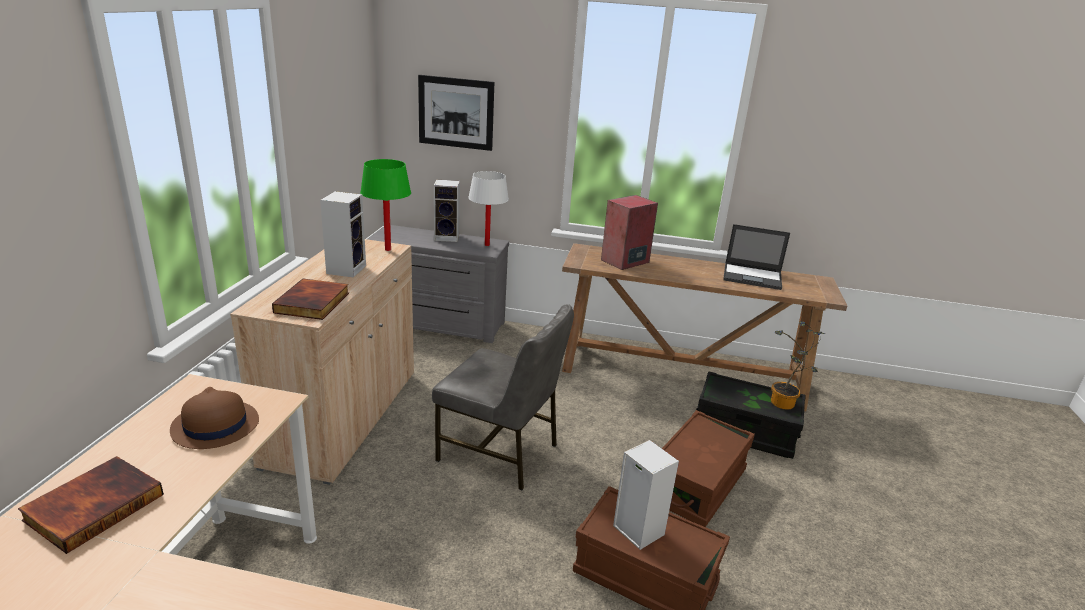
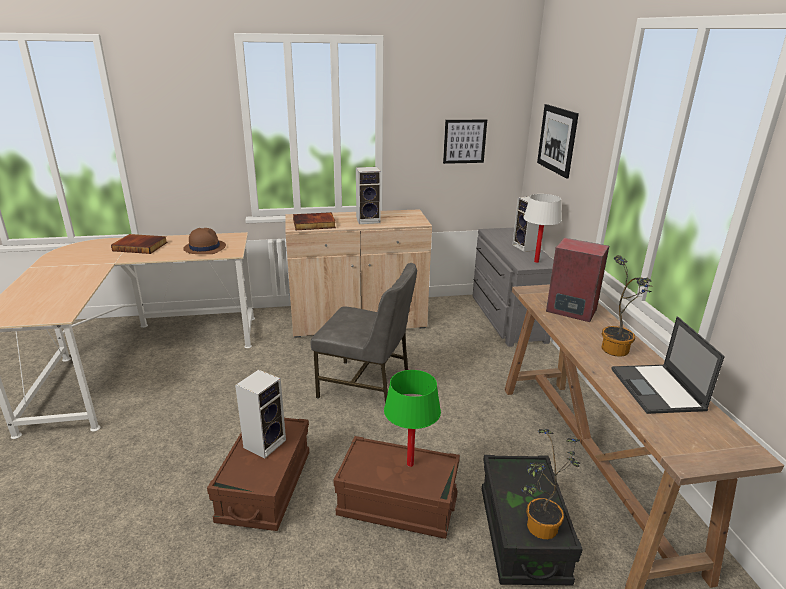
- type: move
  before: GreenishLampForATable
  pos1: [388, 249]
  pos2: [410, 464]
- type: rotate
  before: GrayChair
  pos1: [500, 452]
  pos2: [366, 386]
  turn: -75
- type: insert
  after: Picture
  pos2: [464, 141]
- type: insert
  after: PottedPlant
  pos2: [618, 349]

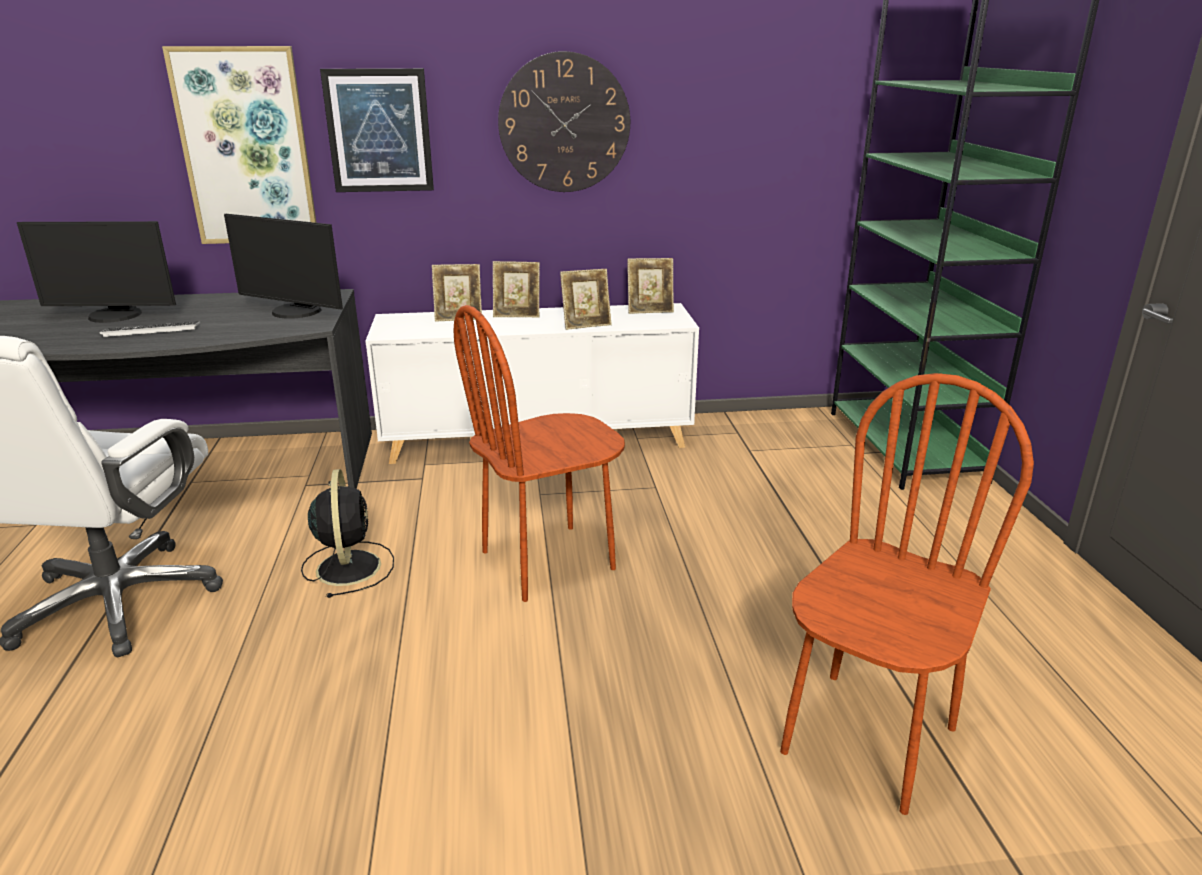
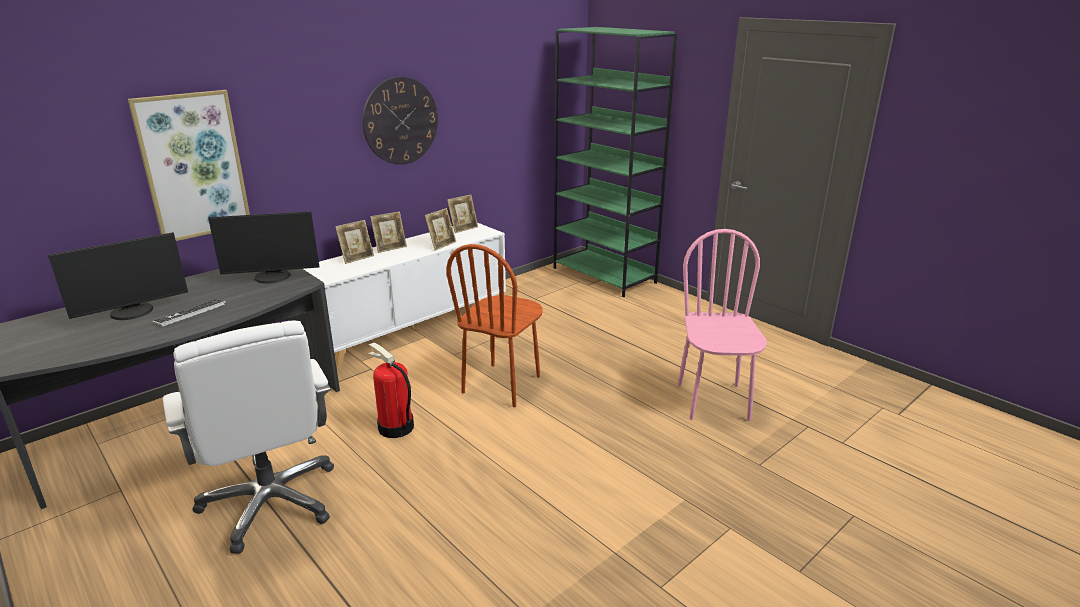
- type: replace
  before: BlackElectricFan
  after: Extinguisher
  pos1: [348, 566]
  pos2: [395, 427]
- type: delete
  before: Picture
  pos1: [379, 131]
- type: recolor
  before: BrownColouredChair
  after: PinkChair
  pos1: [867, 739]
  pos2: [713, 402]

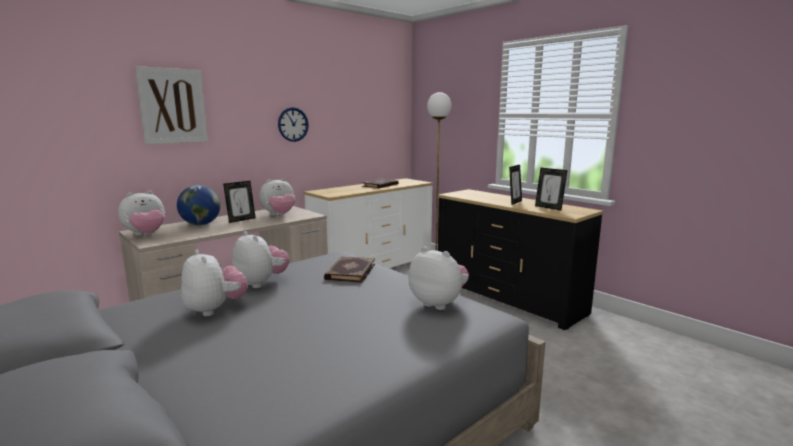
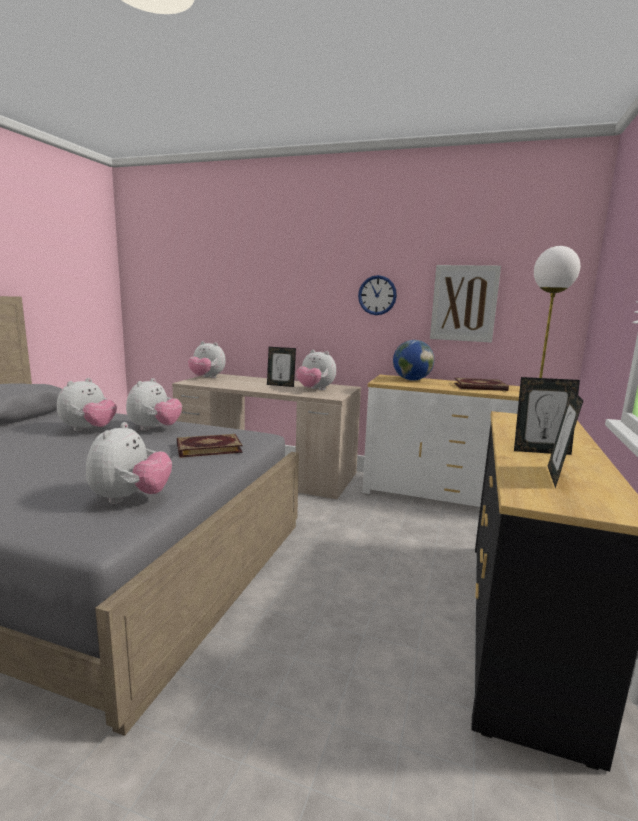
- type: move
  before: Picture
  pos1: [173, 106]
  pos2: [464, 303]
- type: move
  before: DeskGlobe
  pos1: [201, 224]
  pos2: [411, 380]

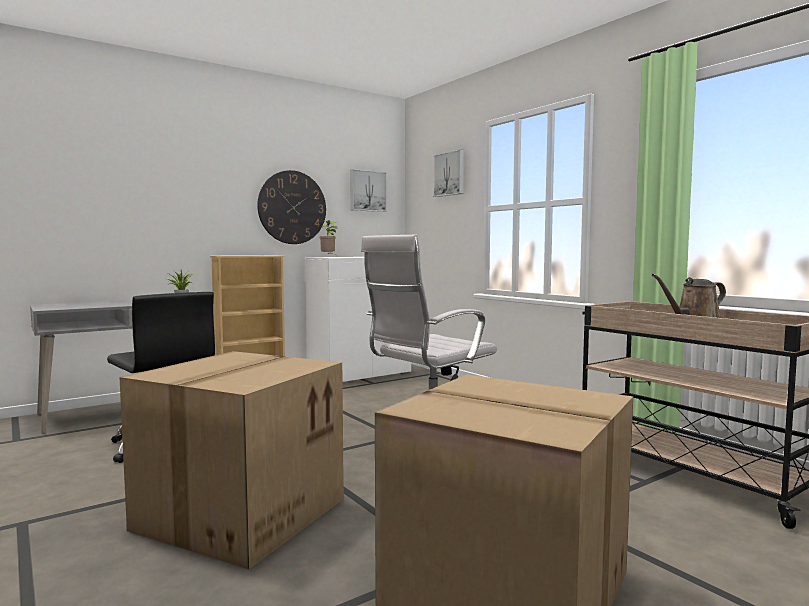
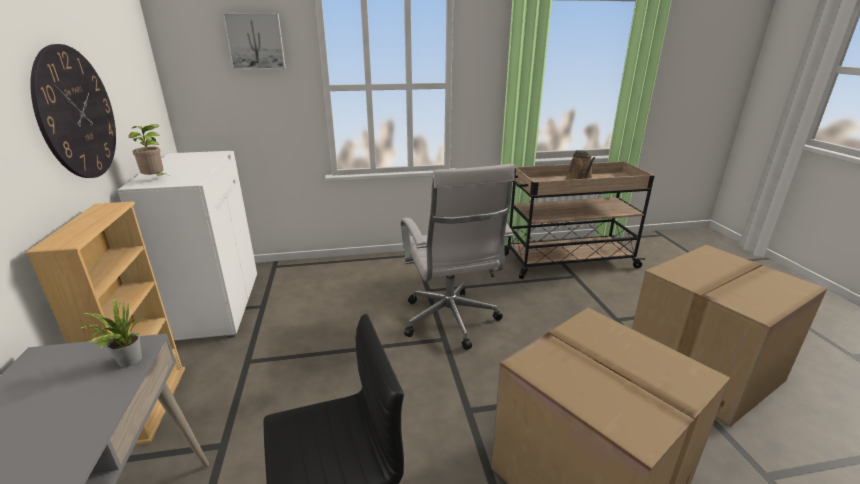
- type: delete
  before: Picture
  pos1: [367, 191]

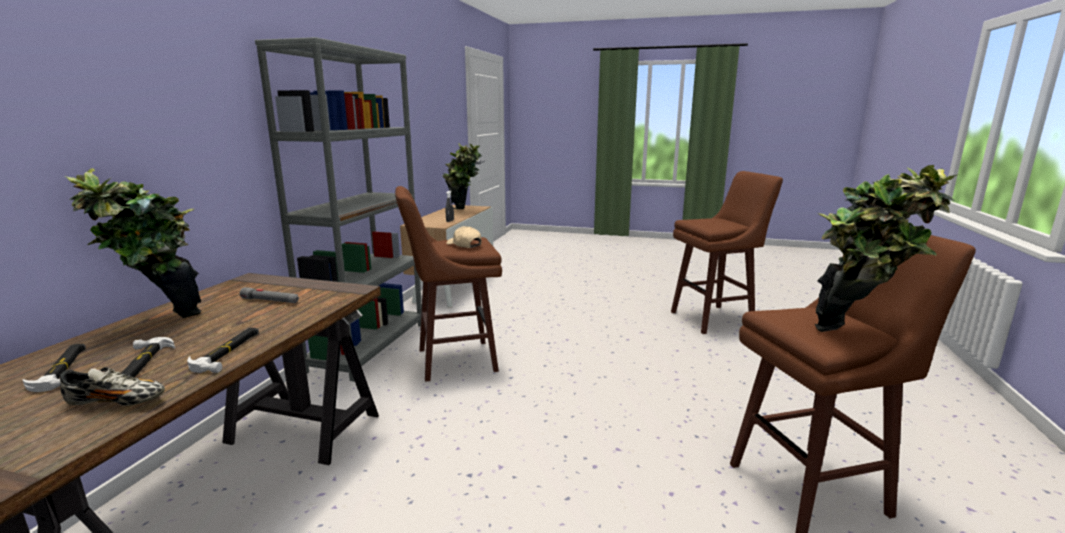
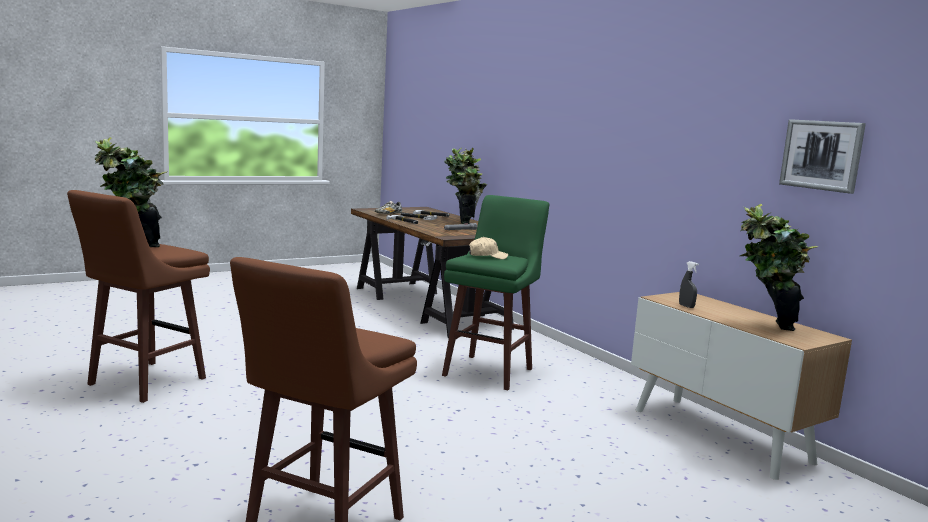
- type: delete
  before: GrayBookcase
  pos1: [369, 346]
- type: recolor
  before: BrownColouredSittingStool
  after: GreenishSittingStool
  pos1: [454, 360]
  pos2: [490, 371]
- type: insert
  after: Picture
  pos2: [821, 155]

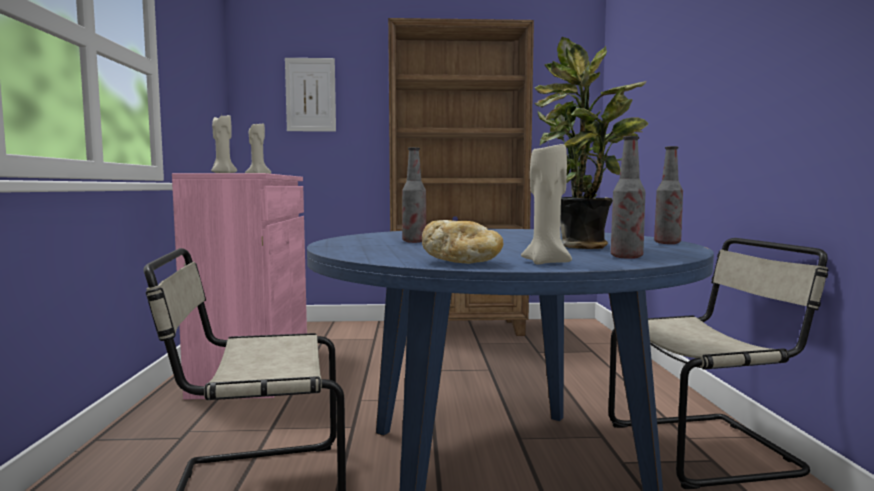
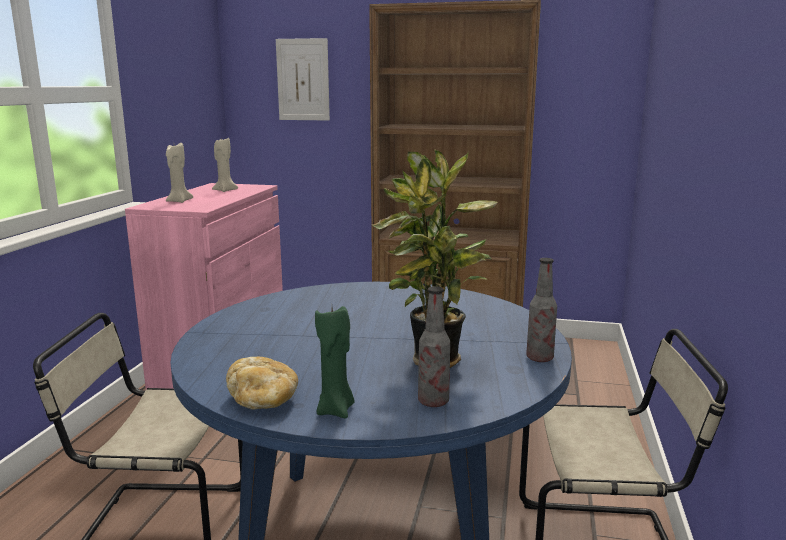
- type: delete
  before: Bottle
  pos1: [414, 241]
- type: recolor
  before: SandColouredWaxCandle
  after: GreenishWaxCandle
  pos1: [547, 262]
  pos2: [336, 410]

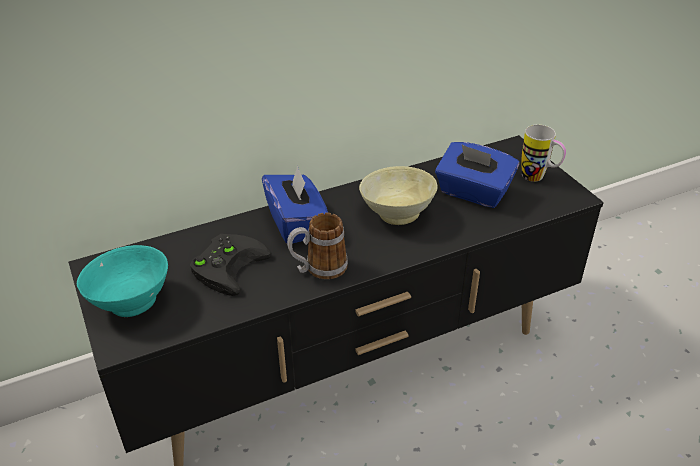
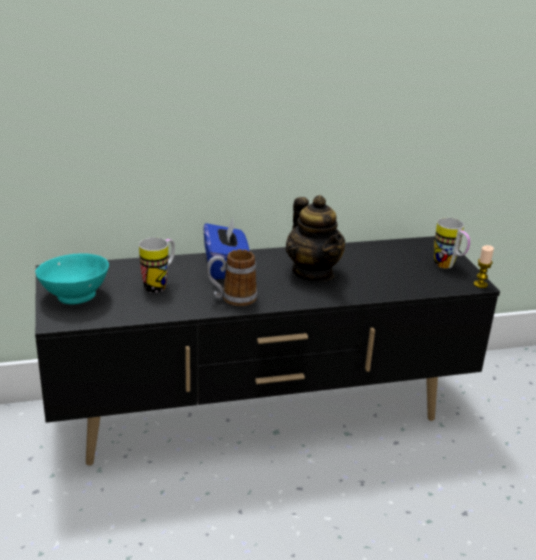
- type: replace
  before: BlackJoypad
  after: Mug
  pos1: [228, 265]
  pos2: [160, 285]
- type: replace
  before: SandColouredDeepDish
  after: Teapot
  pos1: [397, 213]
  pos2: [313, 272]
- type: delete
  before: BluishTissueHolder
  pos1: [473, 193]
- type: insert
  after: WaxCandle
  pos2: [480, 284]

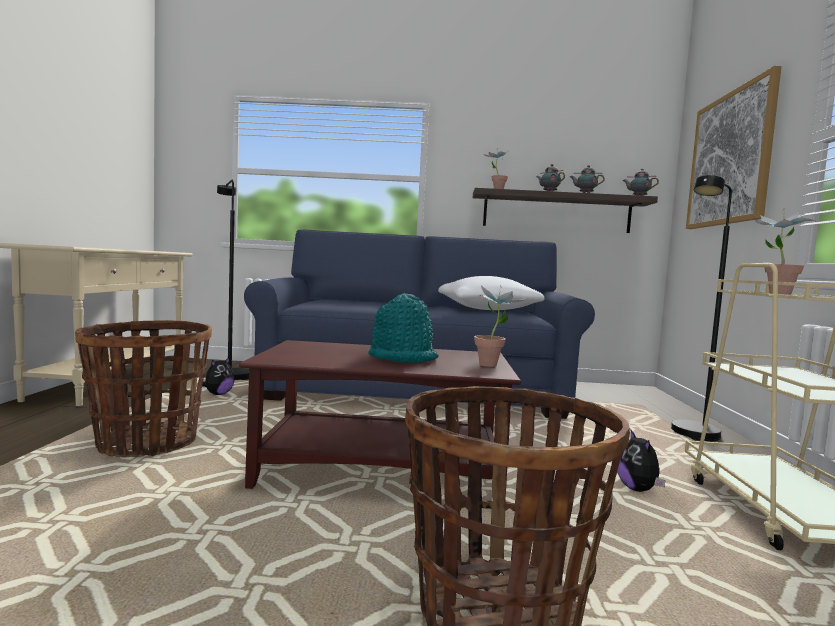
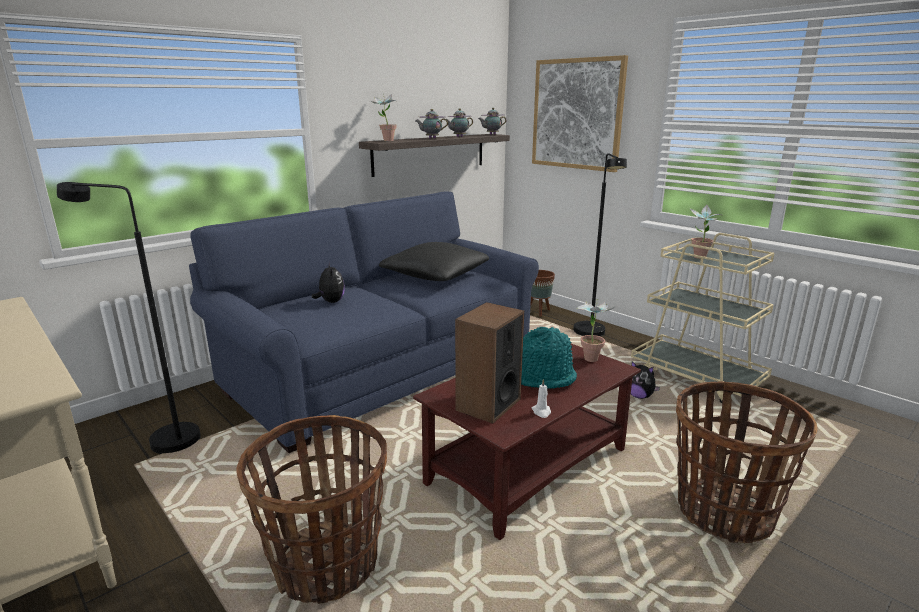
- type: move
  before: CuddlyToy
  pos1: [218, 394]
  pos2: [330, 302]
- type: recolor
  before: WhiteColouredCushion
  after: BlackCushion
  pos1: [487, 309]
  pos2: [435, 276]
- type: insert
  after: AudioSpeaker
  pos2: [488, 404]
- type: insert
  after: BrownColouredPlantPot
  pos2: [539, 312]
- type: insert
  after: WhiteColouredWaxCandle
  pos2: [541, 412]

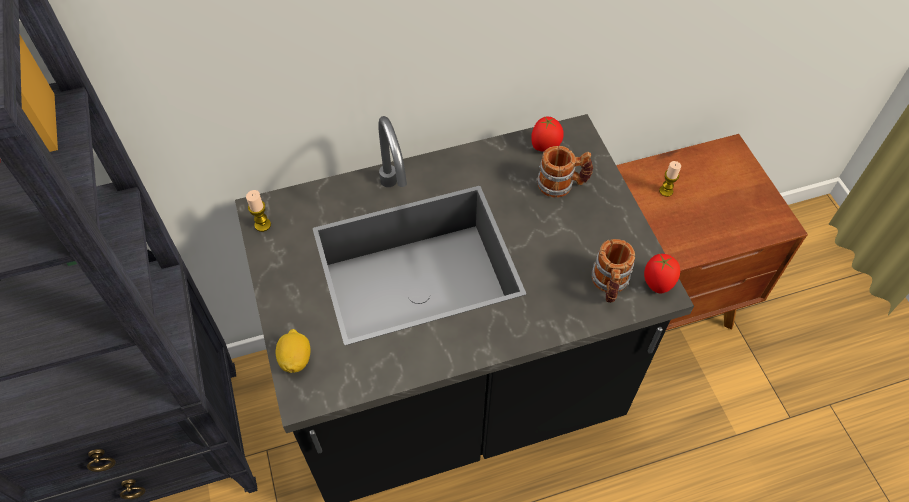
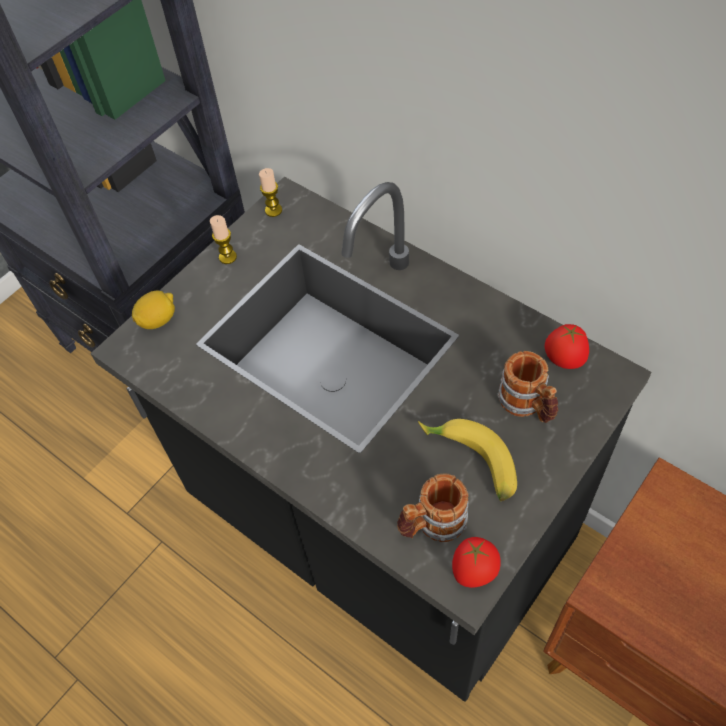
- type: move
  before: WaxCandle
  pos1: [666, 191]
  pos2: [227, 257]
- type: insert
  after: Banana
  pos2: [469, 463]

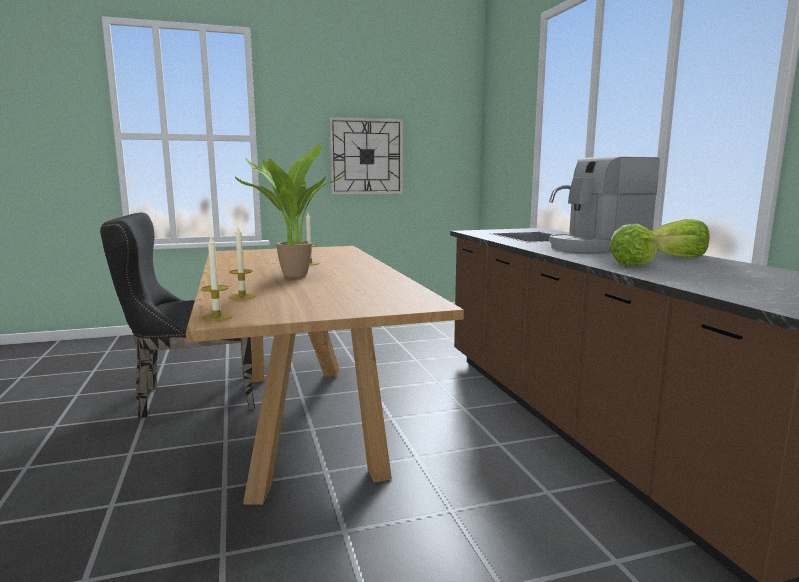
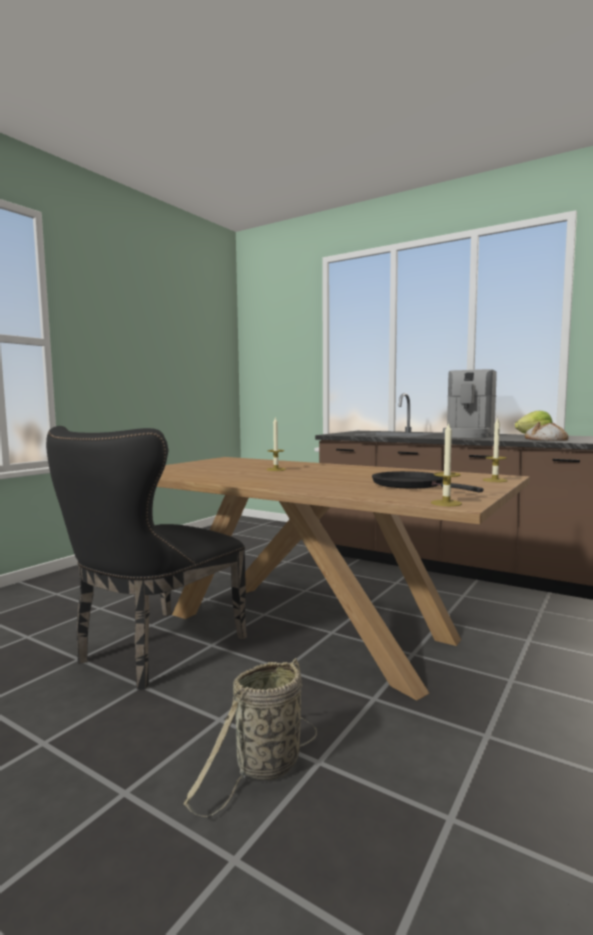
- type: move
  before: WaxCandle
  pos1: [242, 296]
  pos2: [495, 480]
- type: delete
  before: PottedPlant
  pos1: [292, 275]
- type: delete
  before: HangingClock
  pos1: [366, 156]
- type: replace
  before: HeadOfLettuce
  after: BakeryBread
  pos1: [634, 264]
  pos2: [545, 439]
- type: insert
  after: Basket
  pos2: [265, 768]
- type: insert
  after: BlackFryingPan
  pos2: [412, 485]

